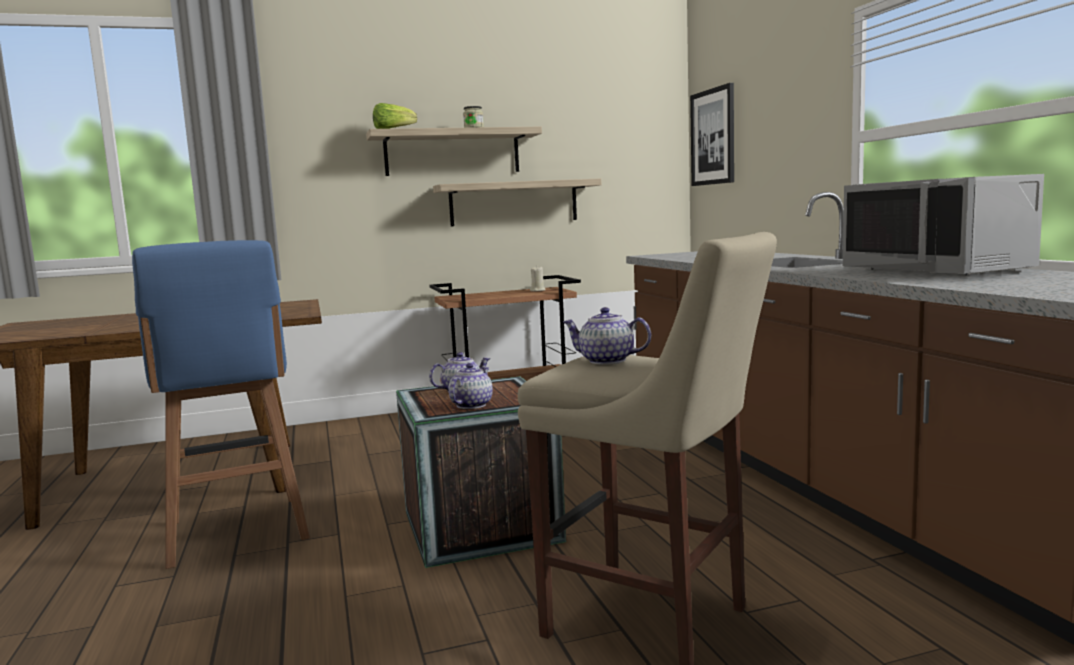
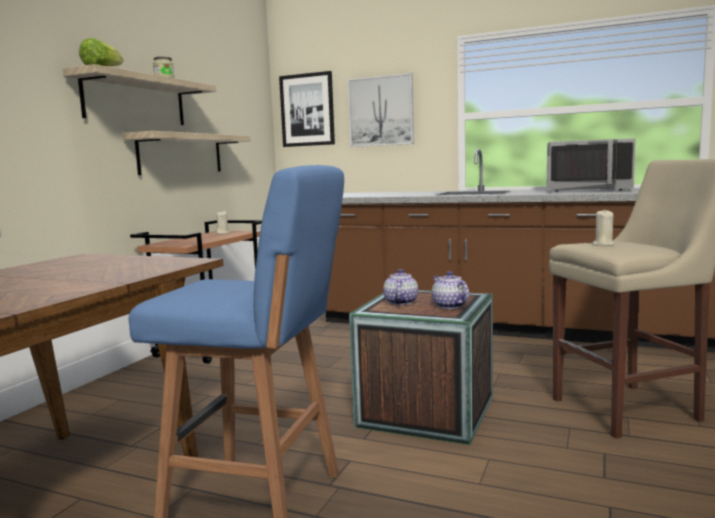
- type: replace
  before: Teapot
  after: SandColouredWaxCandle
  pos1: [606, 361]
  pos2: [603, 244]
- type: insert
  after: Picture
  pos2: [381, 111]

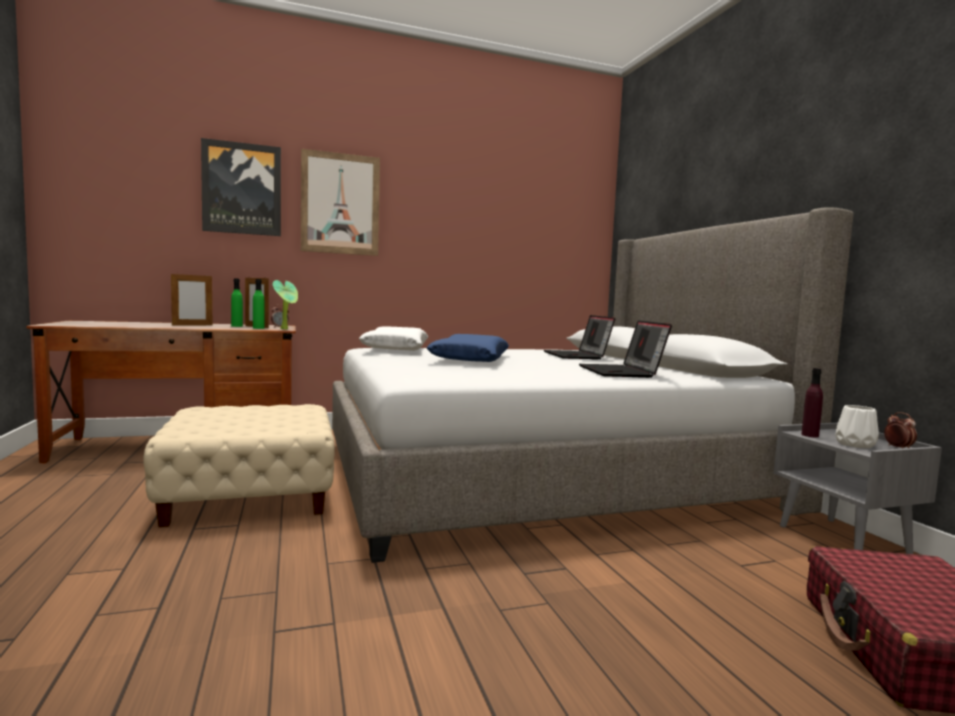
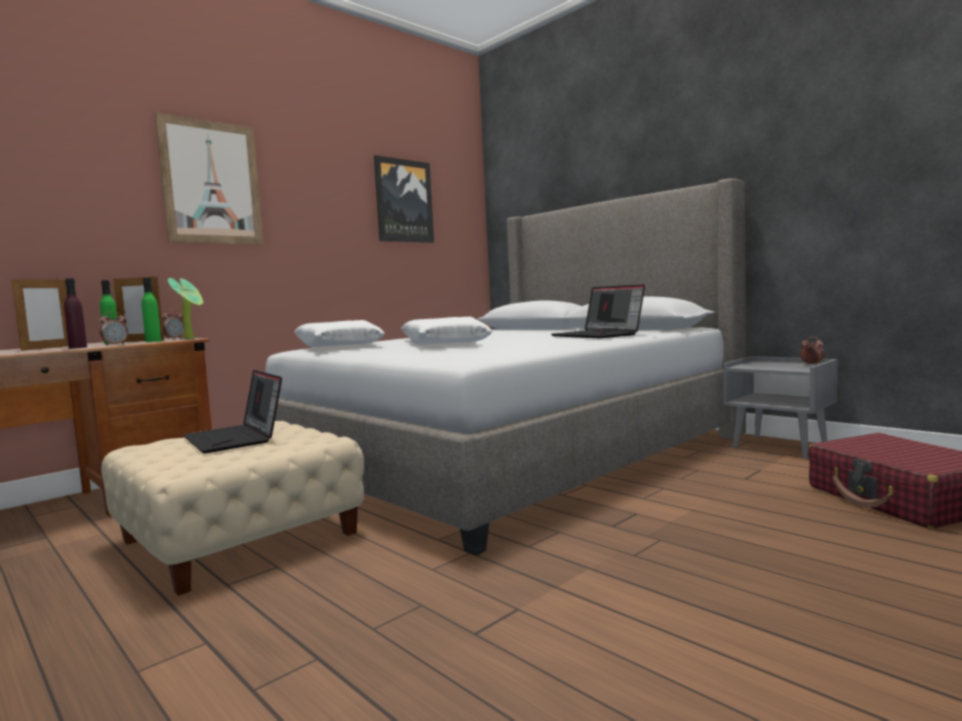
- type: move
  before: Picture
  pos1: [242, 189]
  pos2: [403, 201]
- type: recolor
  before: BluishCushion
  after: WhiteColouredCushion
  pos1: [470, 360]
  pos2: [443, 344]
- type: move
  before: NotebookComputer
  pos1: [577, 356]
  pos2: [235, 439]
- type: move
  before: PurplishBottle
  pos1: [810, 435]
  pos2: [78, 347]
- type: delete
  before: WhiteColouredDecorativeVase
  pos1: [855, 445]
- type: insert
  after: BedsideClock
  pos2: [115, 345]

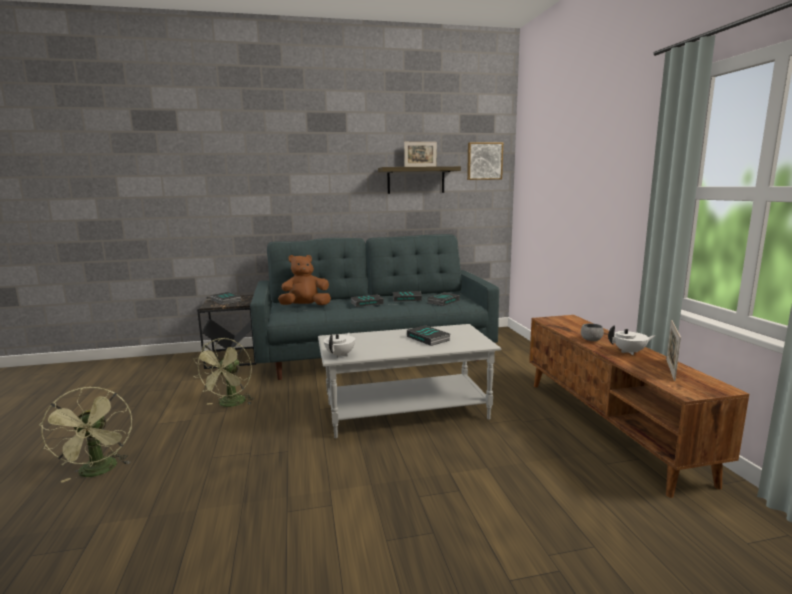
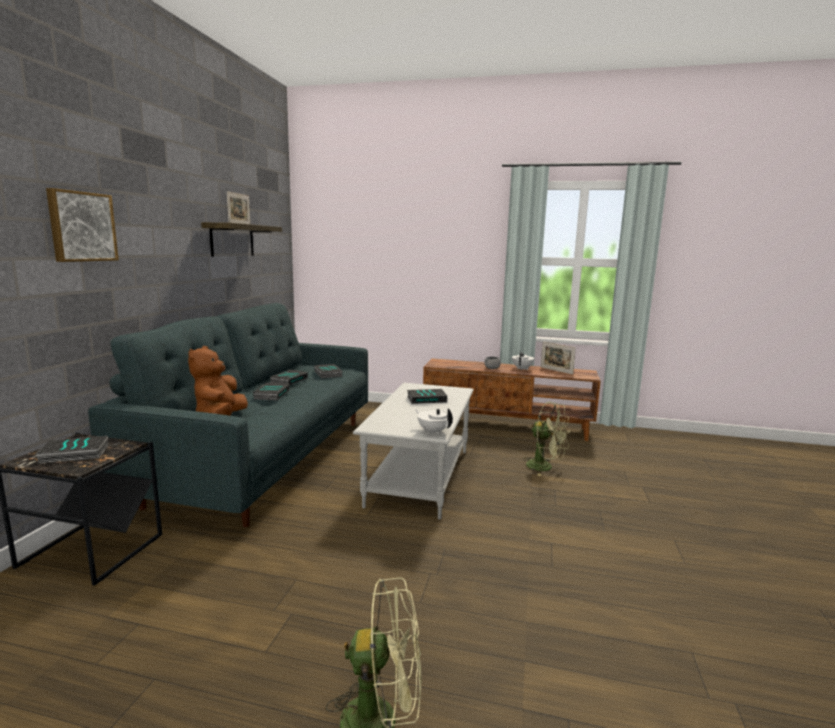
- type: move
  before: GreenishElectricFan
  pos1: [230, 404]
  pos2: [545, 467]
- type: move
  before: Picture
  pos1: [484, 161]
  pos2: [81, 226]

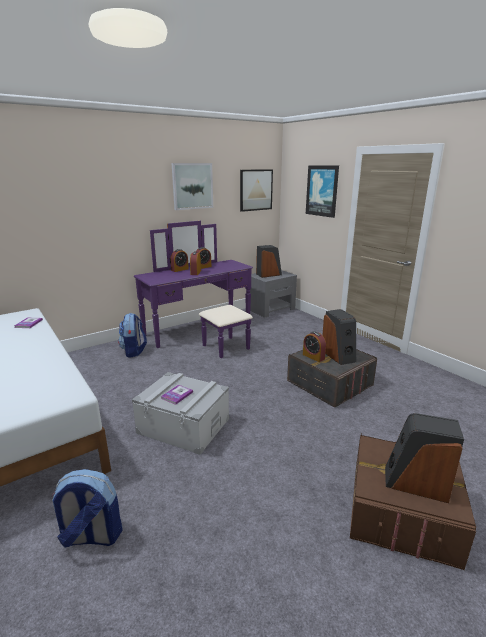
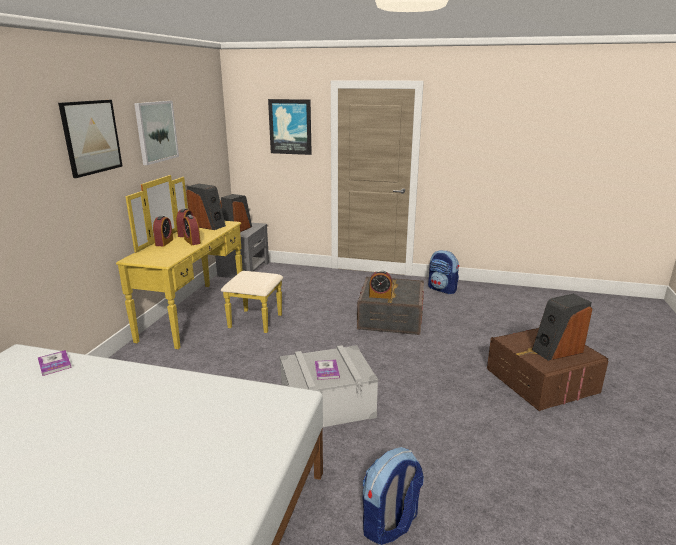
- type: move
  before: Knapsack
  pos1: [134, 351]
  pos2: [442, 289]
- type: recolor
  before: PurplishDrawerChest
  after: YellowishDrawerChest
  pos1: [204, 332]
  pos2: [208, 314]
- type: move
  before: Picture
  pos1: [256, 190]
  pos2: [91, 137]
- type: move
  before: AudioSpeaker
  pos1: [338, 355]
  pos2: [208, 225]

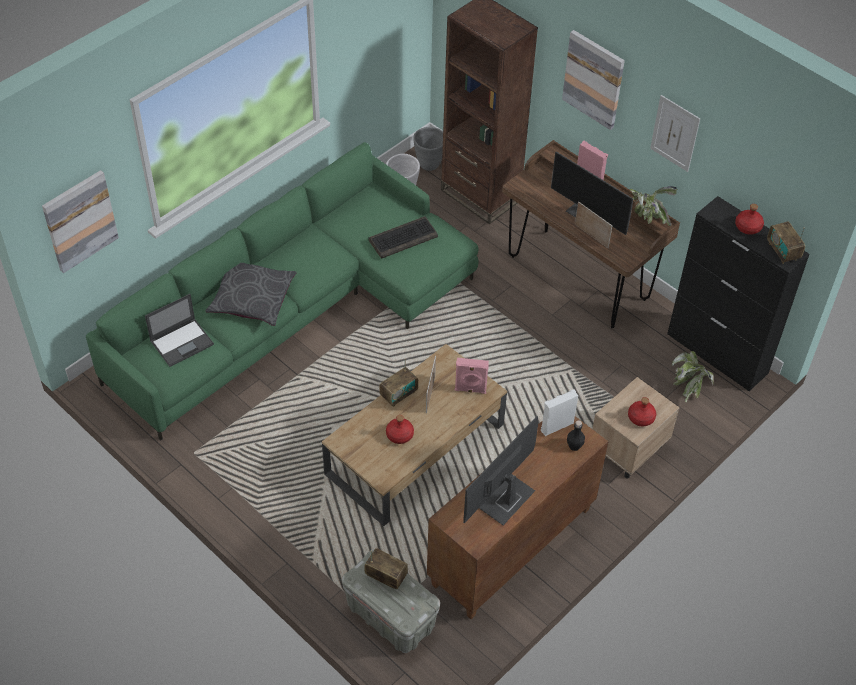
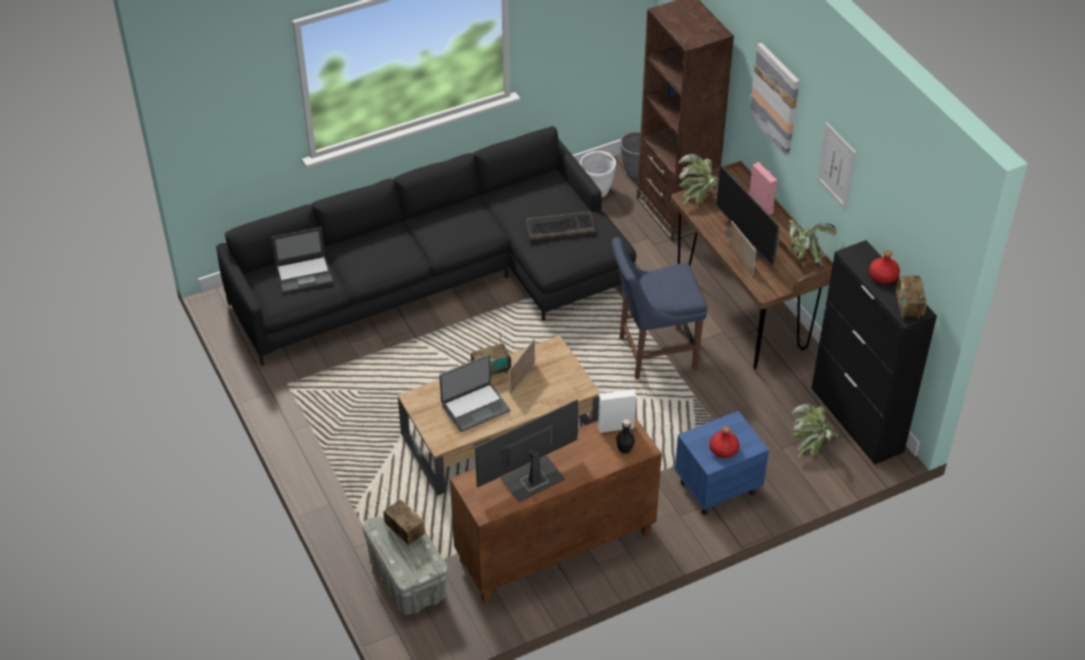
- type: delete
  before: Picture
  pos1: [80, 221]
- type: recolor
  before: GreenishSofa
  after: BlackSofa
  pos1: [296, 309]
  pos2: [441, 278]
- type: delete
  before: GrayCushion
  pos1: [252, 299]
- type: replace
  before: RedColouredBottle
  after: NotebookComputer
  pos1: [399, 434]
  pos2: [475, 407]
- type: delete
  before: PinkAudioSpeaker
  pos1: [470, 390]
- type: recolor
  before: SandColouredNightTable
  after: BluishNightTable
  pos1: [627, 450]
  pos2: [716, 488]
- type: insert
  after: BluishChair
  pos2: [653, 353]
- type: insert
  after: PottedPlant
  pos2: [699, 194]

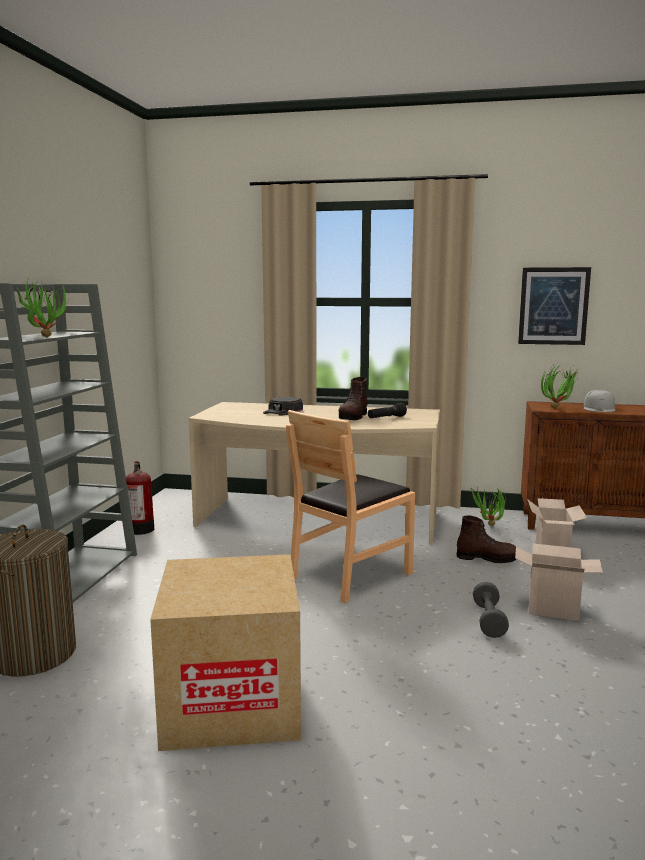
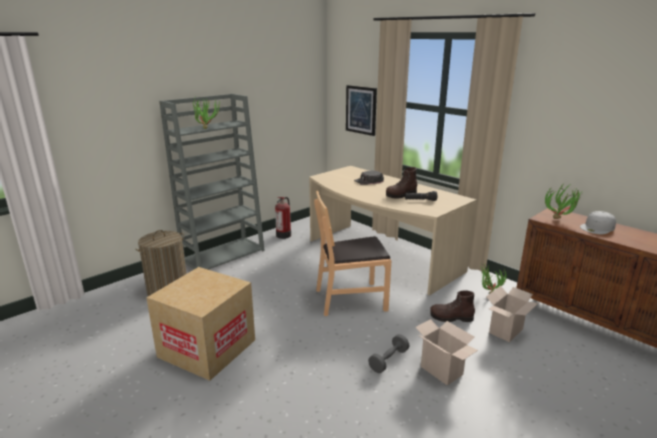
- type: rotate
  before: BrownColouredBoot
  pos1: [486, 558]
  pos2: [451, 318]
  turn: 135
- type: move
  before: Picture
  pos1: [553, 306]
  pos2: [361, 110]

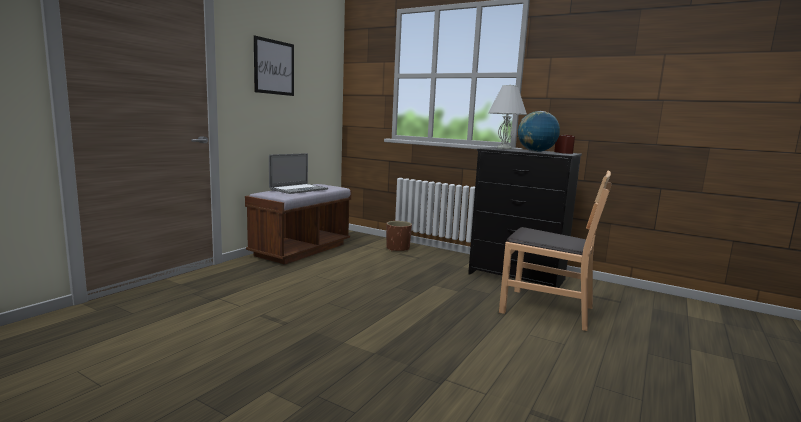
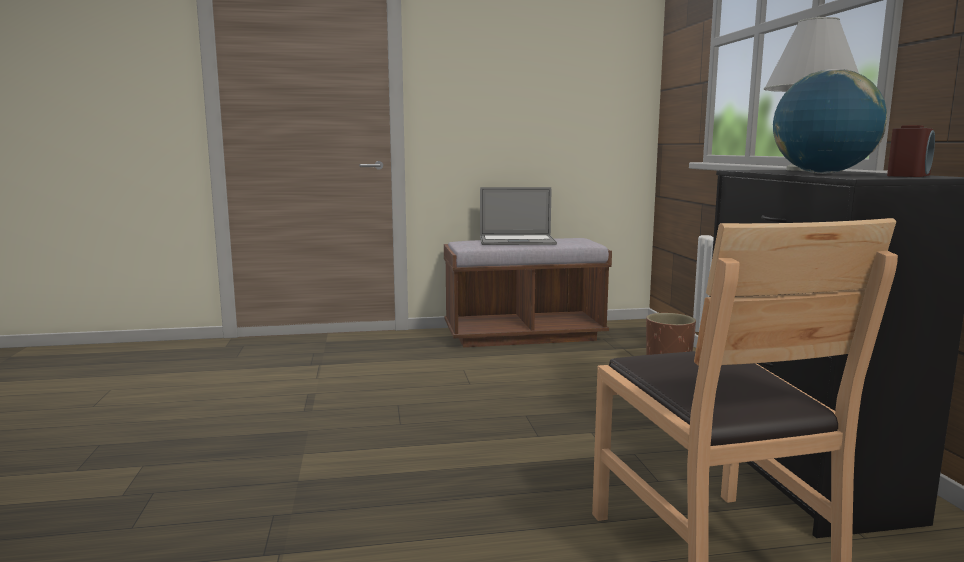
- type: delete
  before: Picture
  pos1: [274, 67]

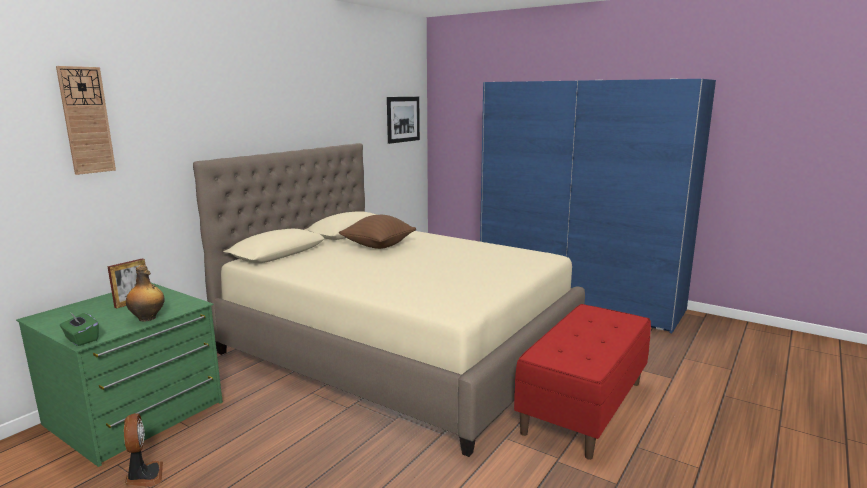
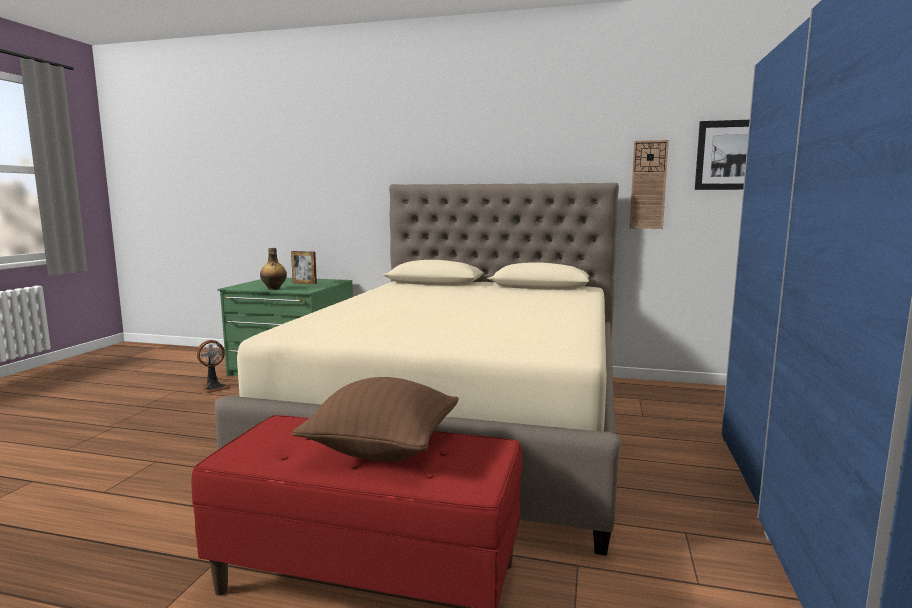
- type: move
  before: HangingClock
  pos1: [86, 120]
  pos2: [648, 185]
- type: delete
  before: GreenishTissueHolder
  pos1: [81, 339]
- type: move
  before: BrownColouredCushion
  pos1: [378, 246]
  pos2: [383, 449]

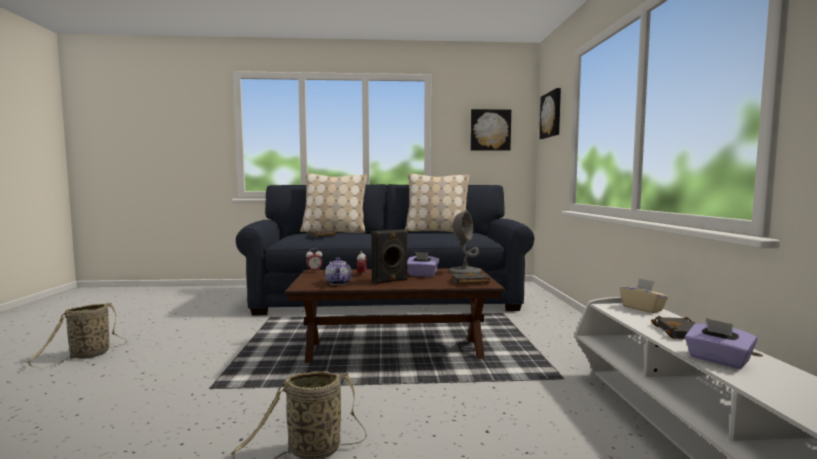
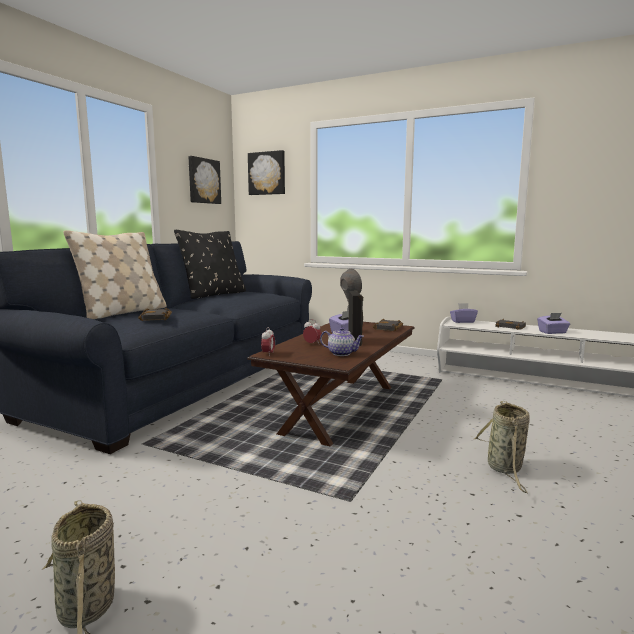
- type: recolor
  before: SandColouredCushion
  after: BlackCushion
  pos1: [437, 231]
  pos2: [214, 294]
- type: recolor
  before: SandColouredTissueHolder
  after: PurplishTissueHolder
  pos1: [642, 308]
  pos2: [462, 321]

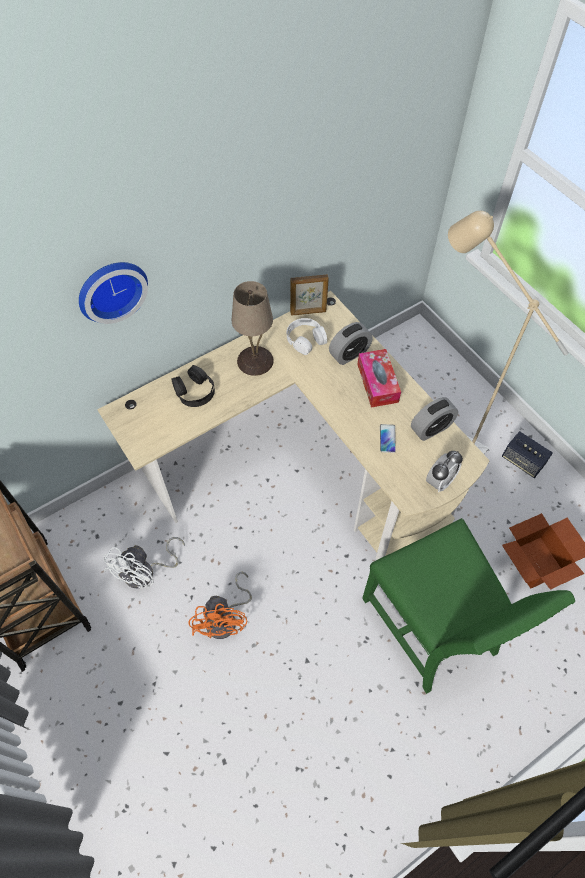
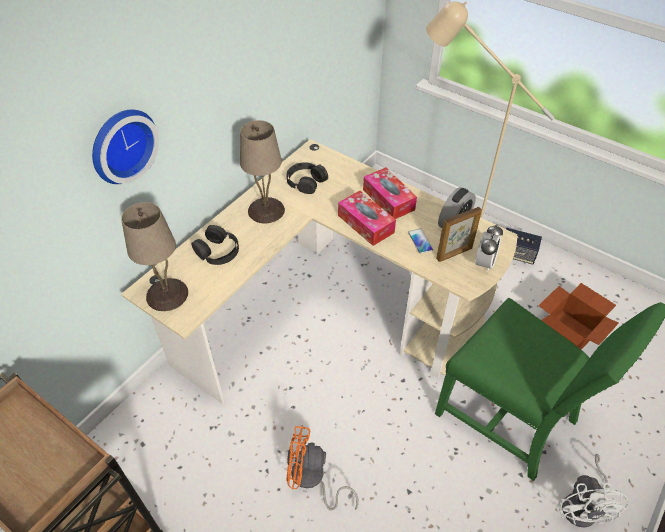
- type: move
  before: WhiteColouredElectricFan
  pos1: [146, 573]
  pos2: [583, 506]
- type: rotate
  before: OrangeElectricFan
  pos1: [226, 619]
  pos2: [312, 480]
  turn: 120
- type: recolor
  before: WhiteColouredPairOfHeadphones
  after: BlackPairOfHeadphones
  pos1: [305, 339]
  pos2: [306, 181]
- type: move
  before: PhotoFrame
  pos1: [308, 312]
  pos2: [454, 253]
- type: delete
  before: BedsideClock
  pos1: [349, 354]
- type: insert
  after: SandColouredLampForATable
  pos2: [168, 294]
- type: insert
  after: TissueHolder
  pos2: [365, 224]

